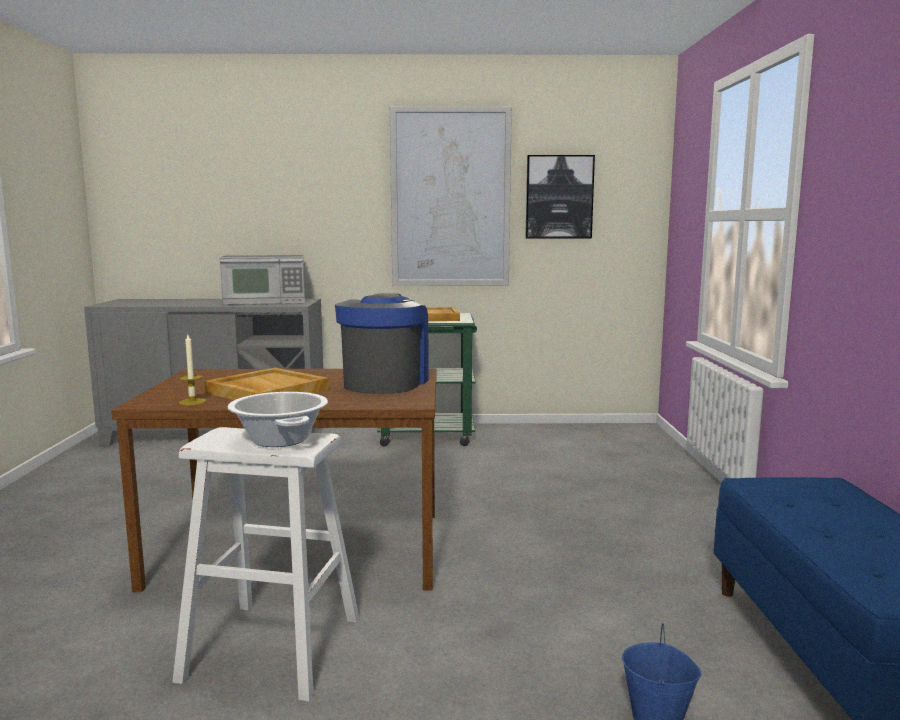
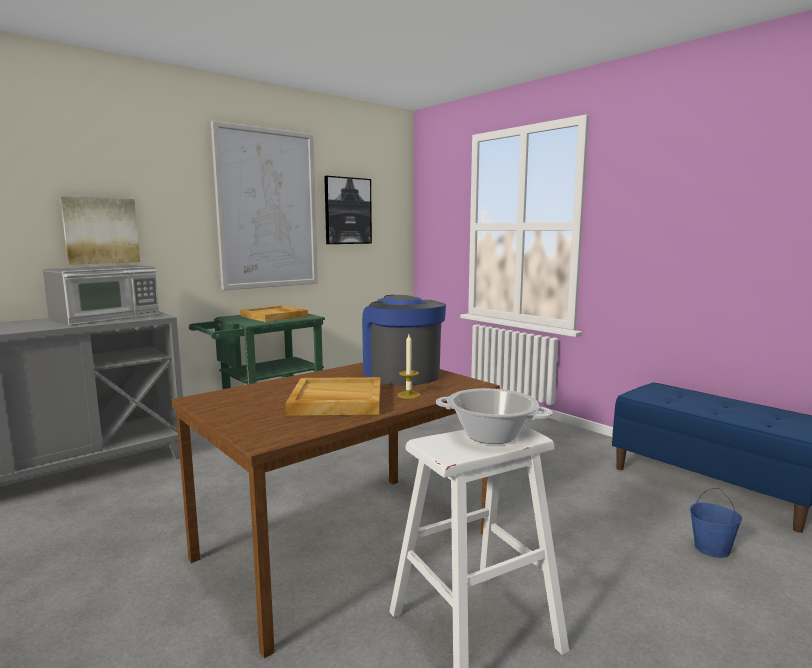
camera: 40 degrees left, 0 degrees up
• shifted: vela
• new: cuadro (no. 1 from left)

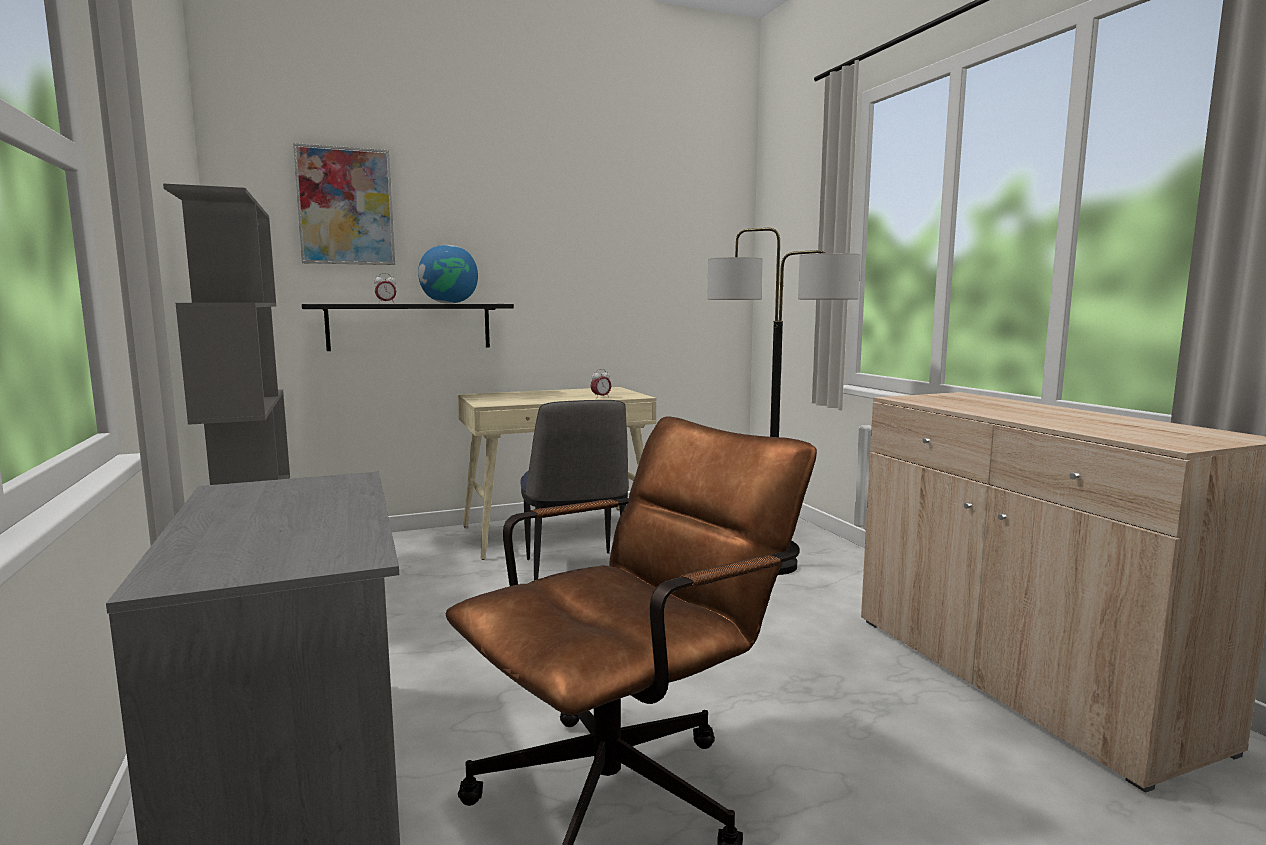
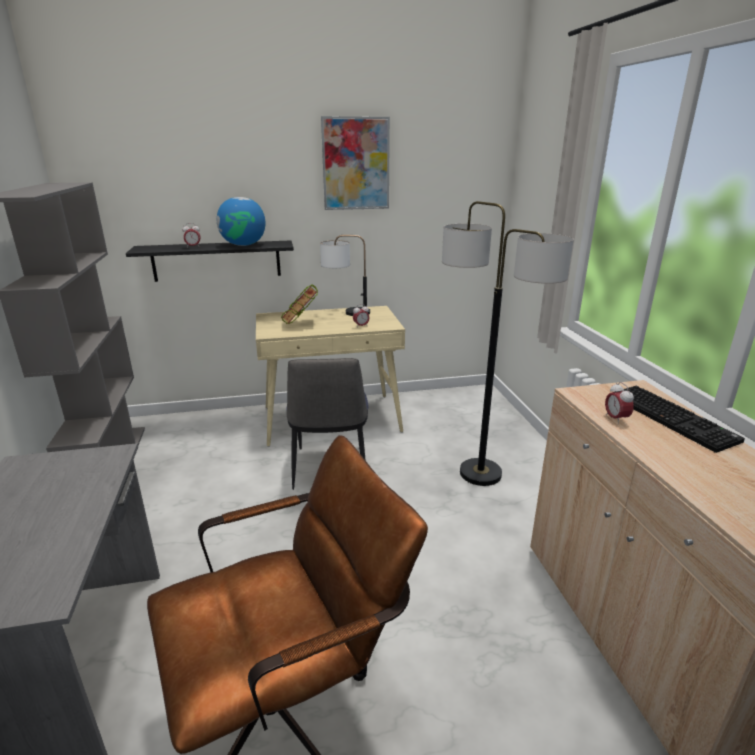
camera: 10 degrees right, 15 degrees up
• shifted: cuadro
• new: lámpara de mesa
• new: libro
• new: despertador (no. 3 from left)
• new: teclado

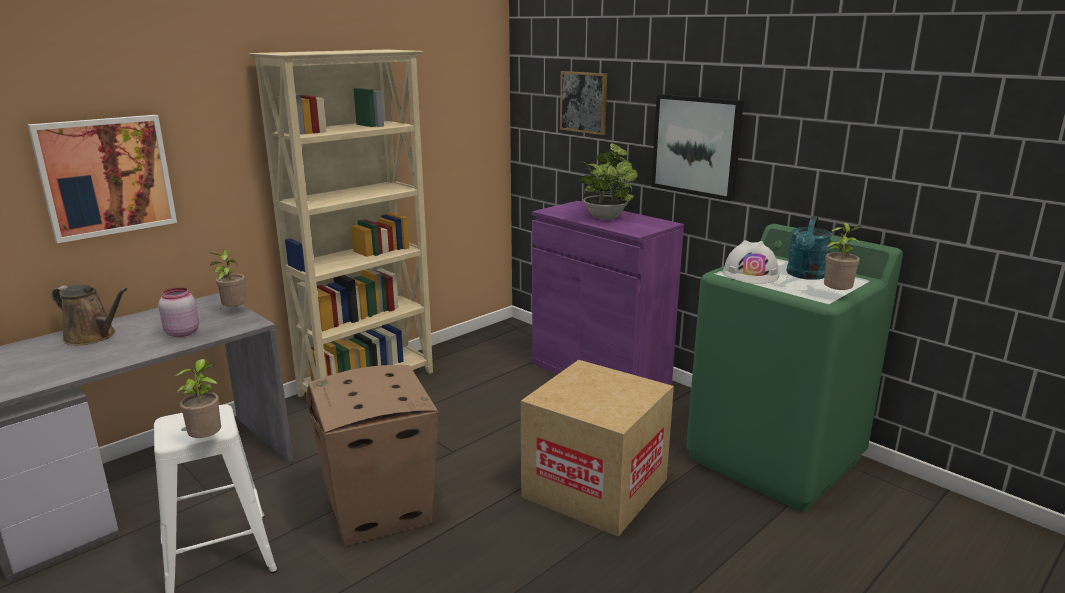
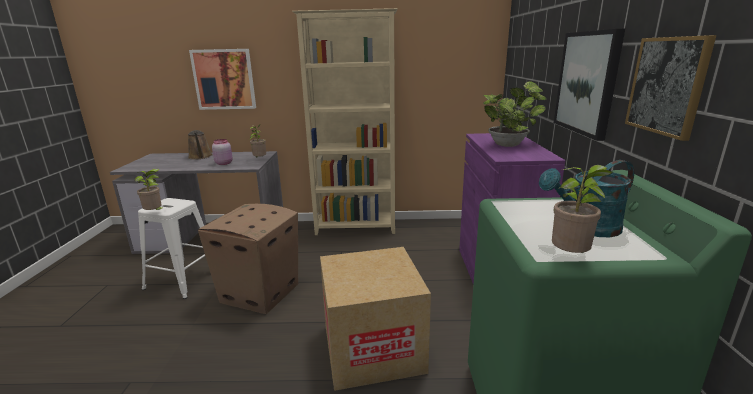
camera: 45 degrees right, 0 degrees up
• shifted: cuadro (no. 2 from left in the first image) to cuadro (no. 3 from left)
• gone: casco/blanco

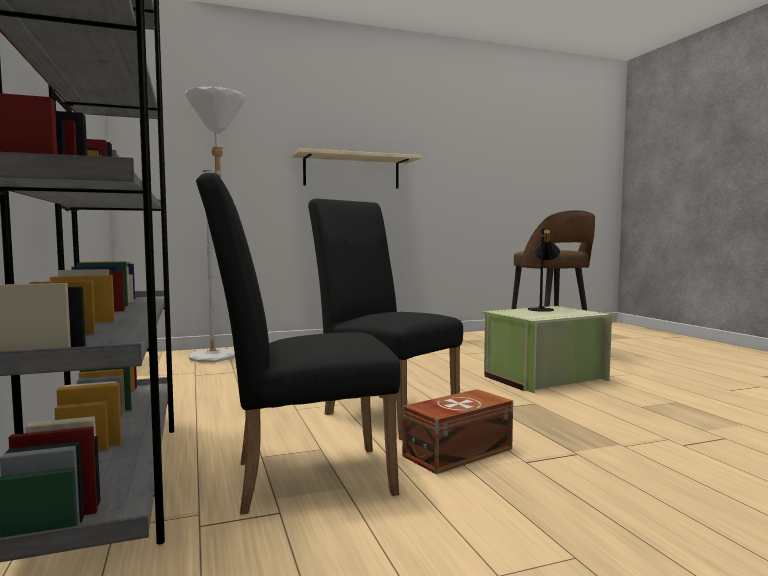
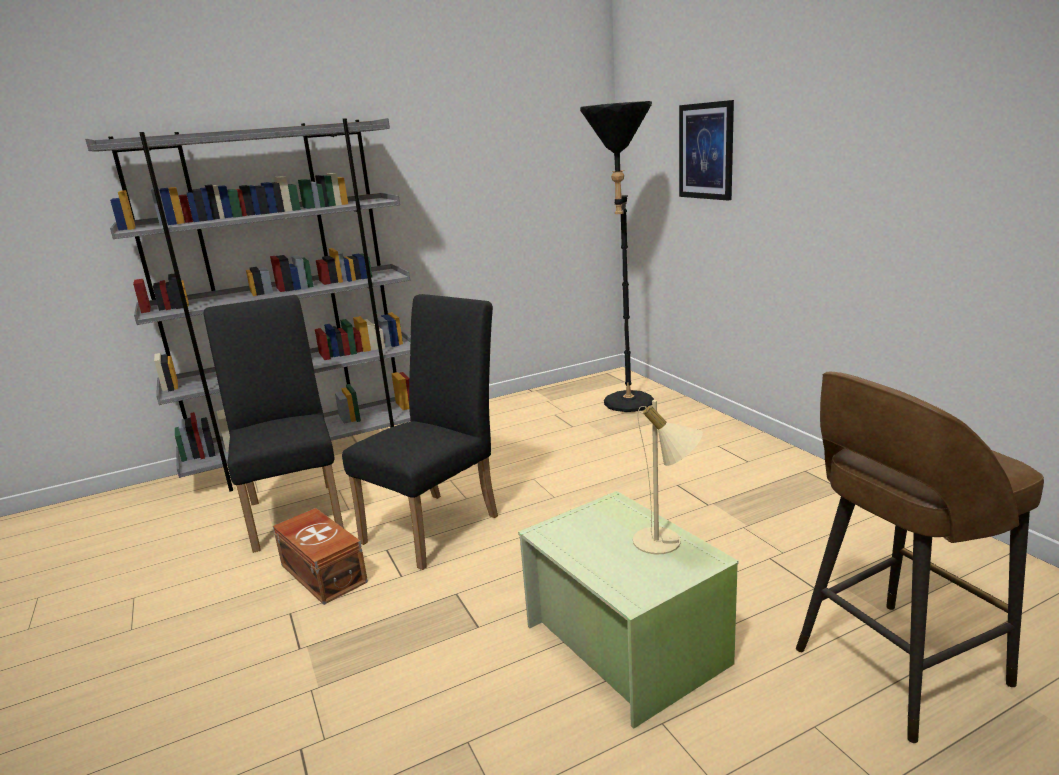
camera: 85 degrees right, 15 degrees up
• repainted: lámpara de pie/blanco to lámpara de pie/negro
• gone: estante/beis
• repainted: lámpara de mesa/negro to lámpara de mesa/beis
• new: cuadro

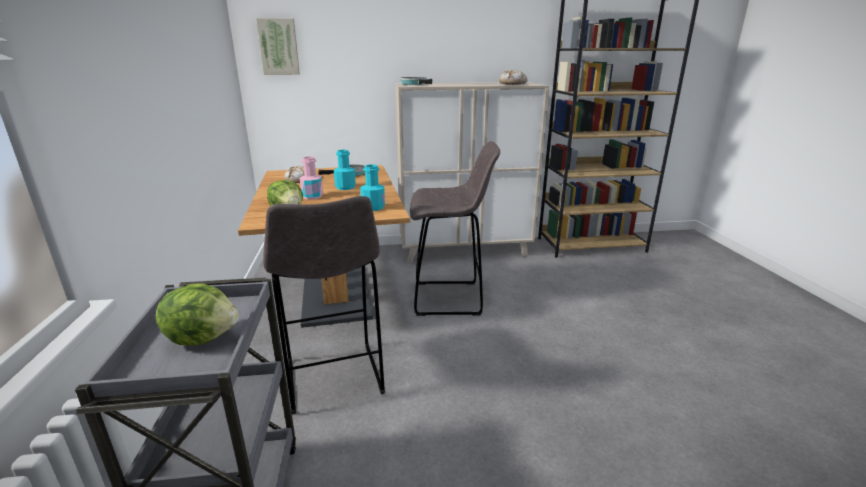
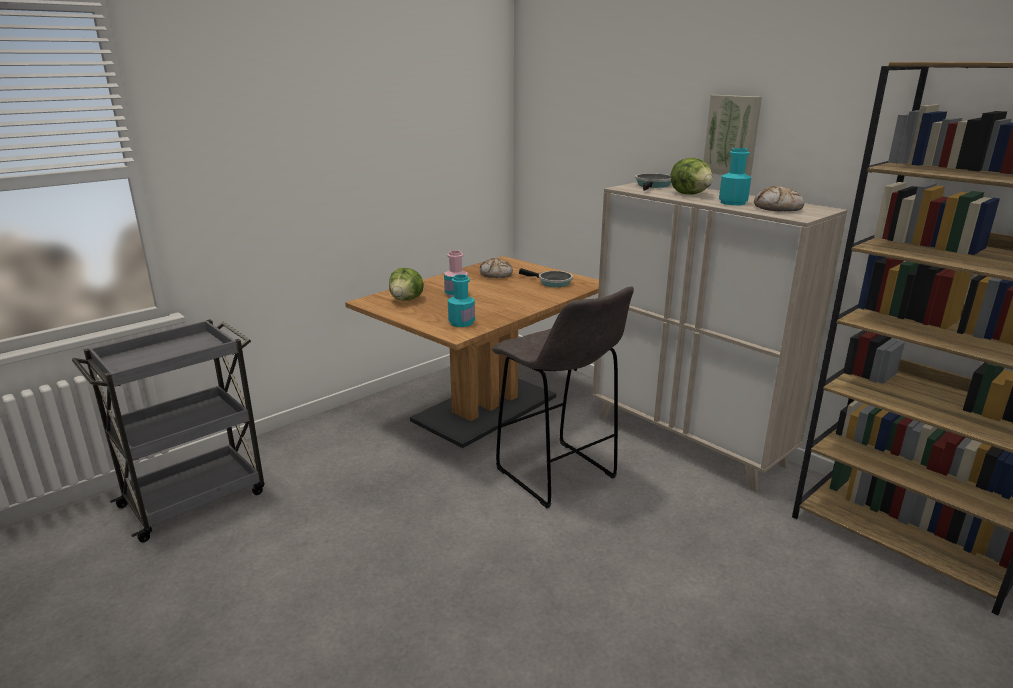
camera: 55 degrees right, 0 degrees up
• shifted: cuadro
• shifted: botella/turquesa (no. 1 from left in the first image) to botella/turquesa (no. 2 from left)
• gone: taburete/gris (no. 1 from left)
• shifted: lechuga (no. 1 from left in the first image) to lechuga (no. 2 from left)

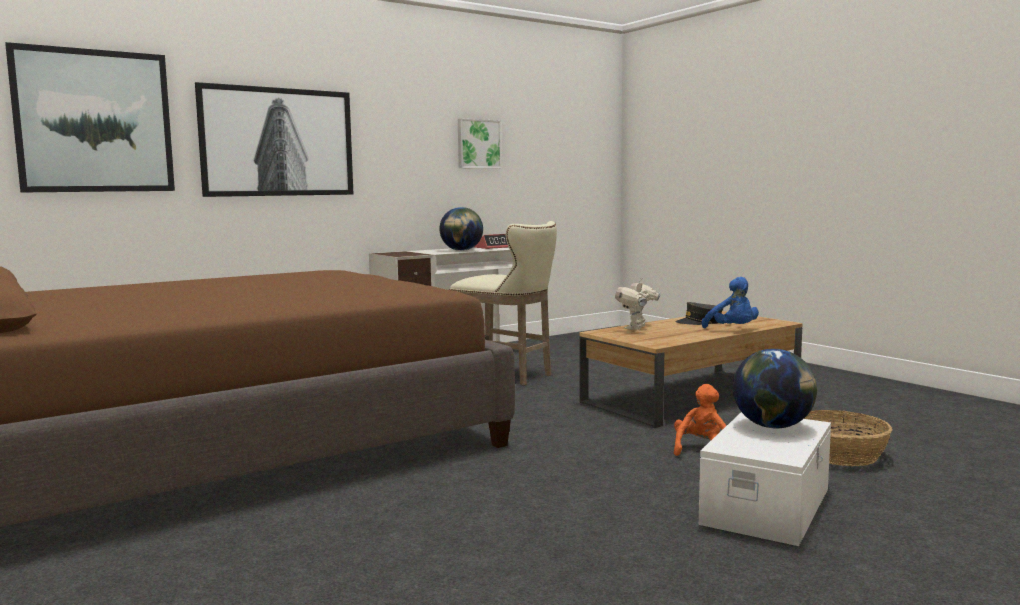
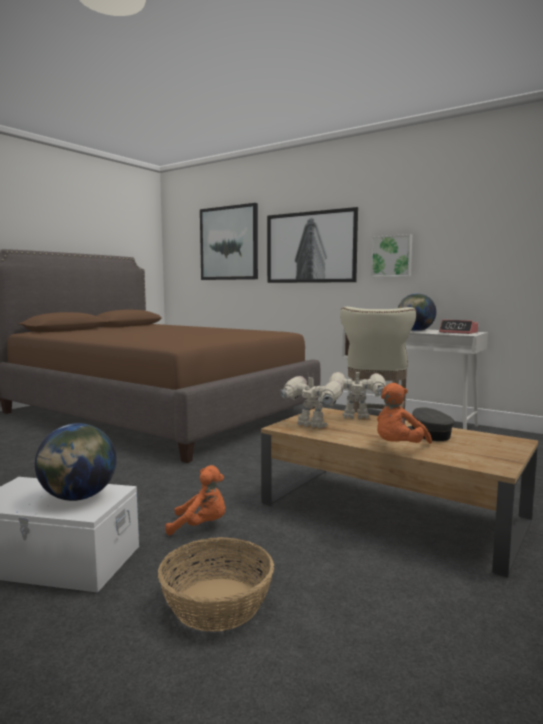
camera: 70 degrees right, 0 degrees up
• shifted: cuadro (no. 3 from left)
• repainted: peluche/azul to peluche/naranja (no. 2 from left)
• new: robot de juguete (no. 1 from left)

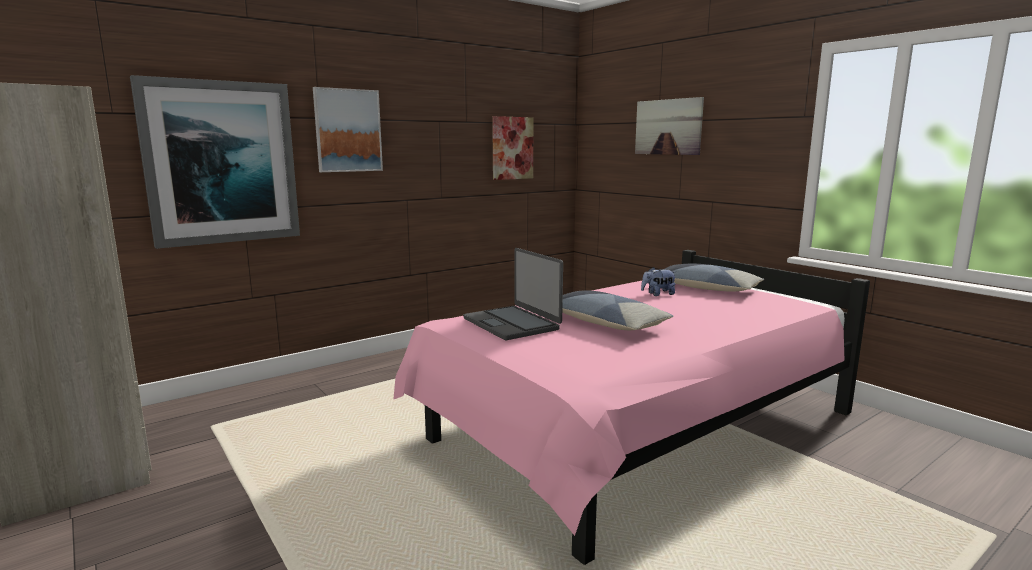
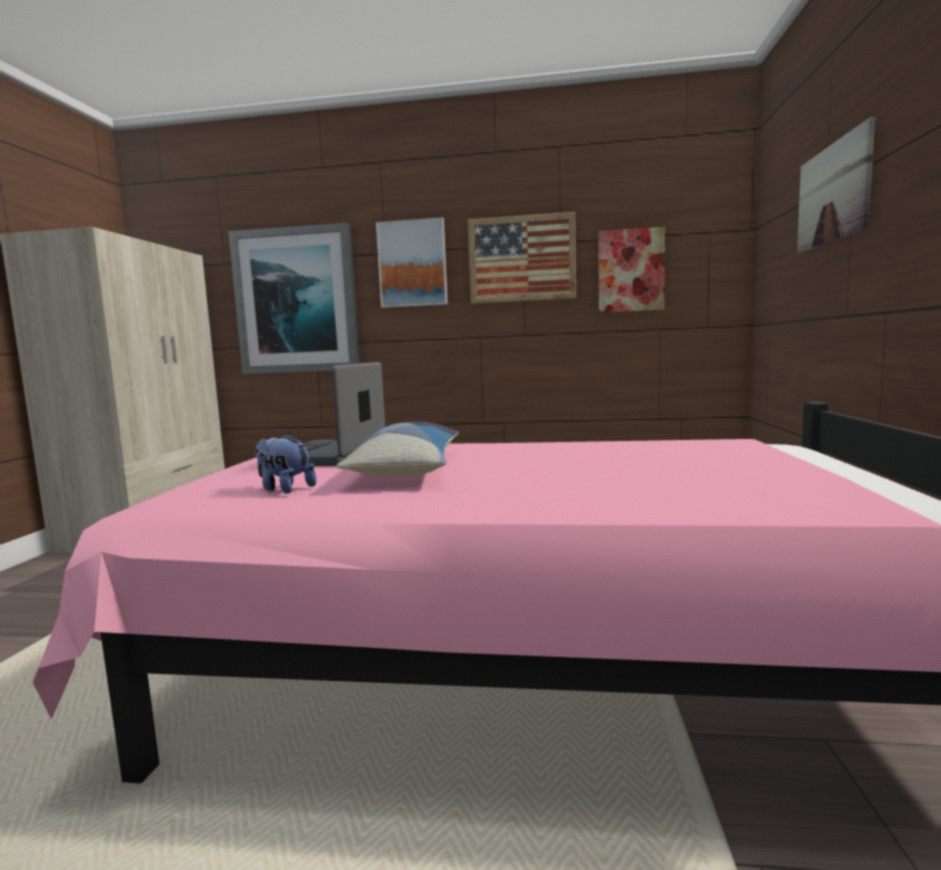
camera: 45 degrees right, 5 degrees down
• gone: cojín (no. 2 from left)
• shifted: peluche
• new: cuadro (no. 3 from left)

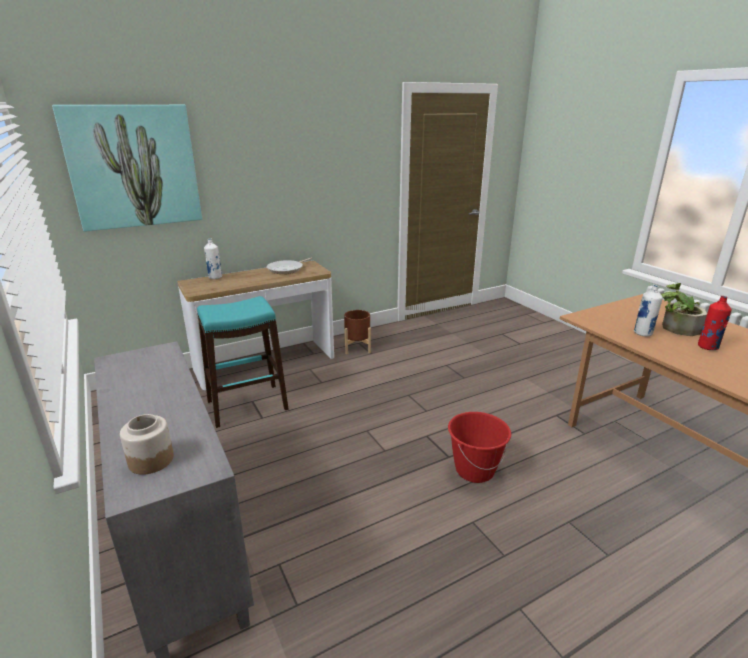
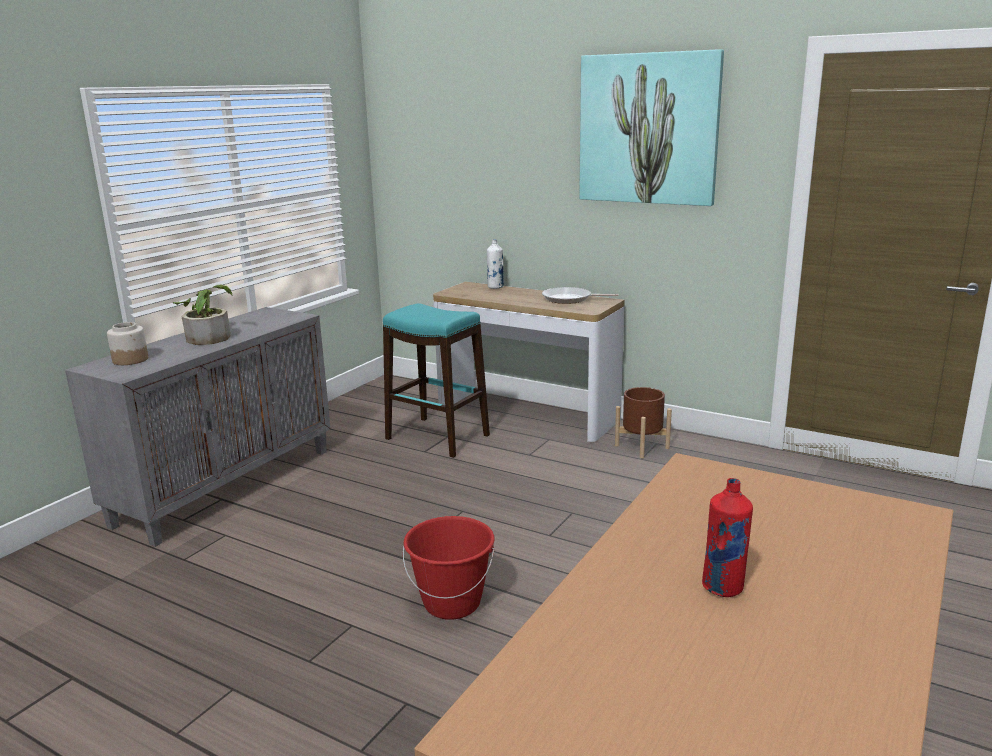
camera: 60 degrees right, 5 degrees down
• shifted: cuadro
• shifted: planta en maceta
• gone: botella/blanco (no. 2 from left)

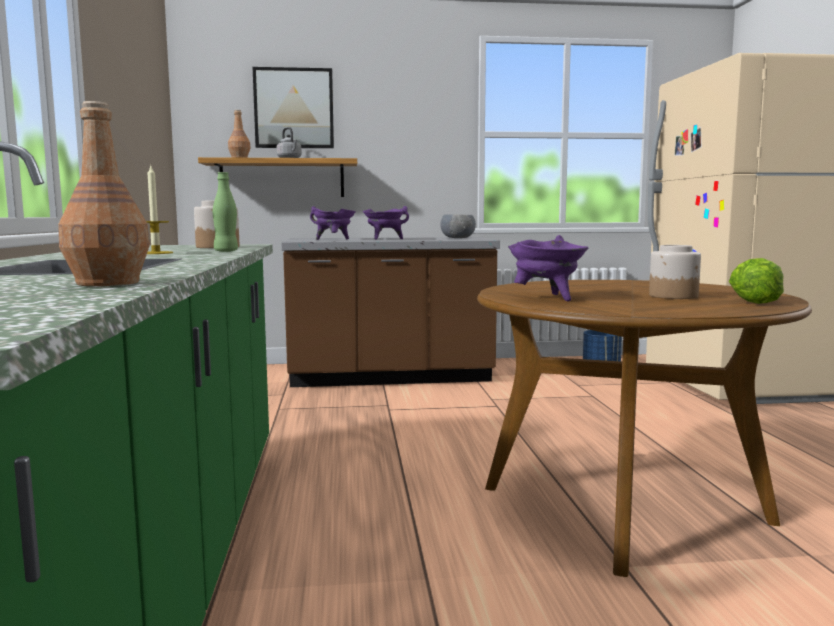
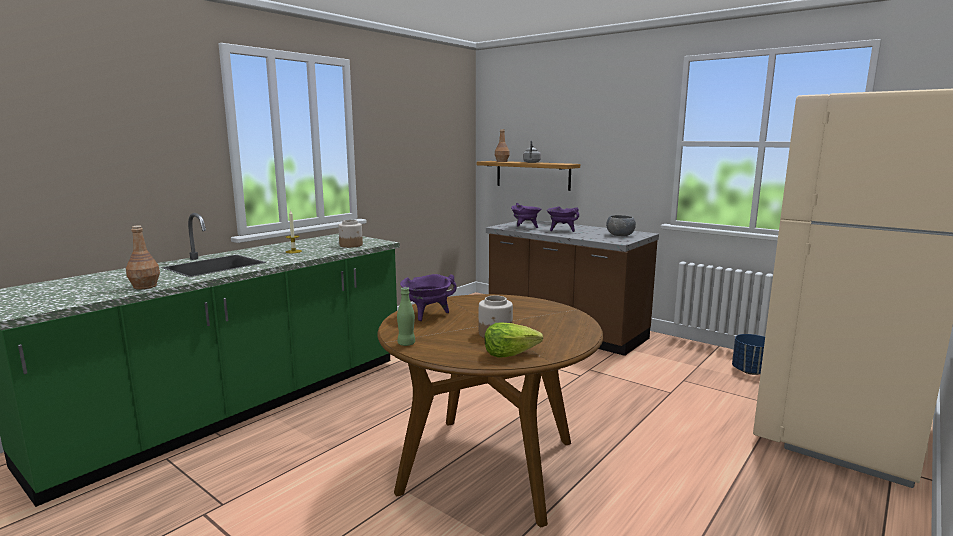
camera: 45 degrees right, 5 degrees up
• gone: cuadro
• shifted: botella/verde

